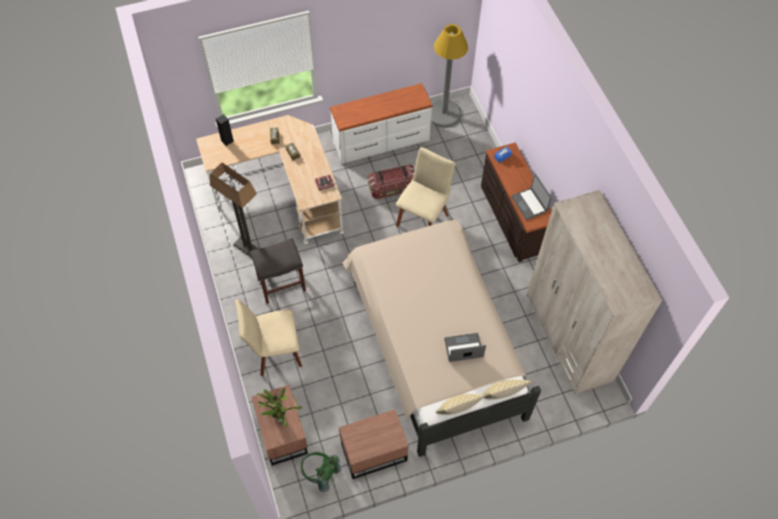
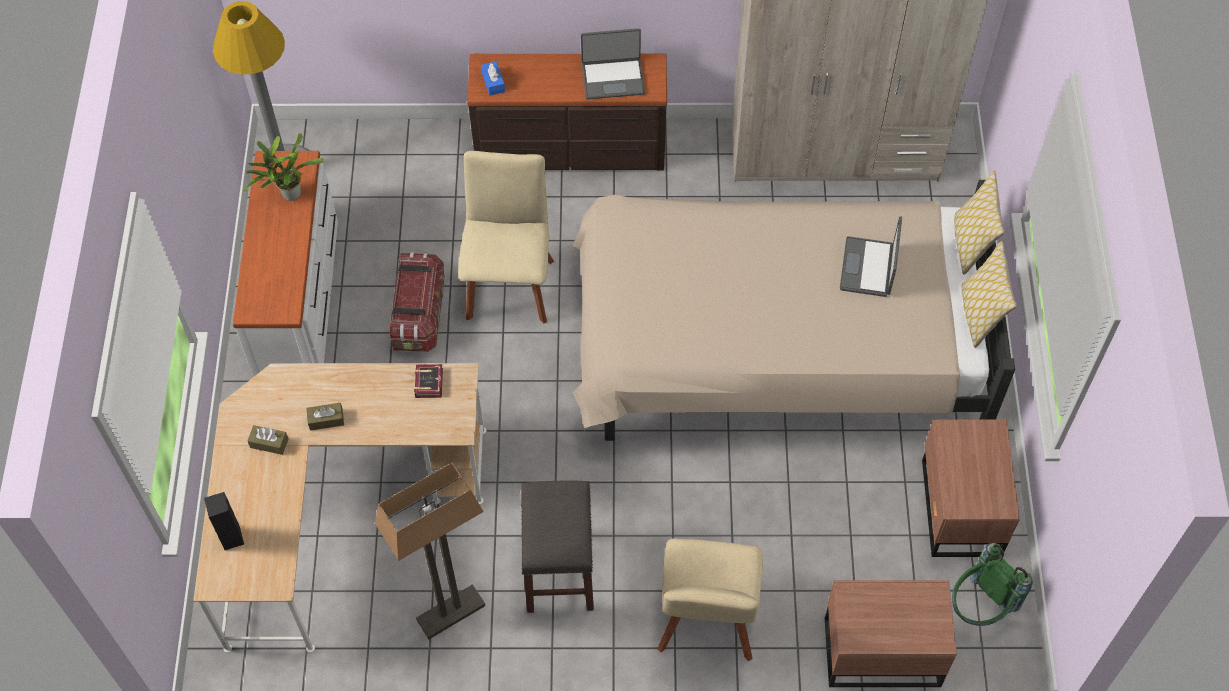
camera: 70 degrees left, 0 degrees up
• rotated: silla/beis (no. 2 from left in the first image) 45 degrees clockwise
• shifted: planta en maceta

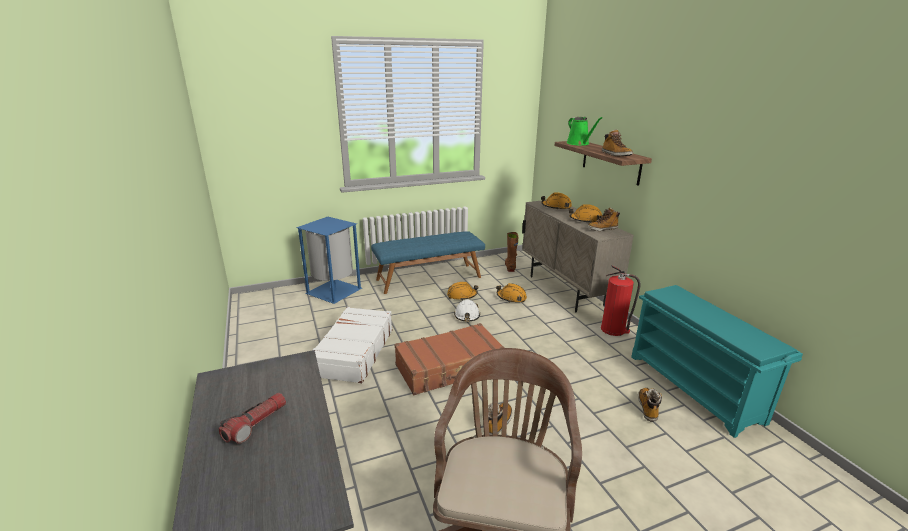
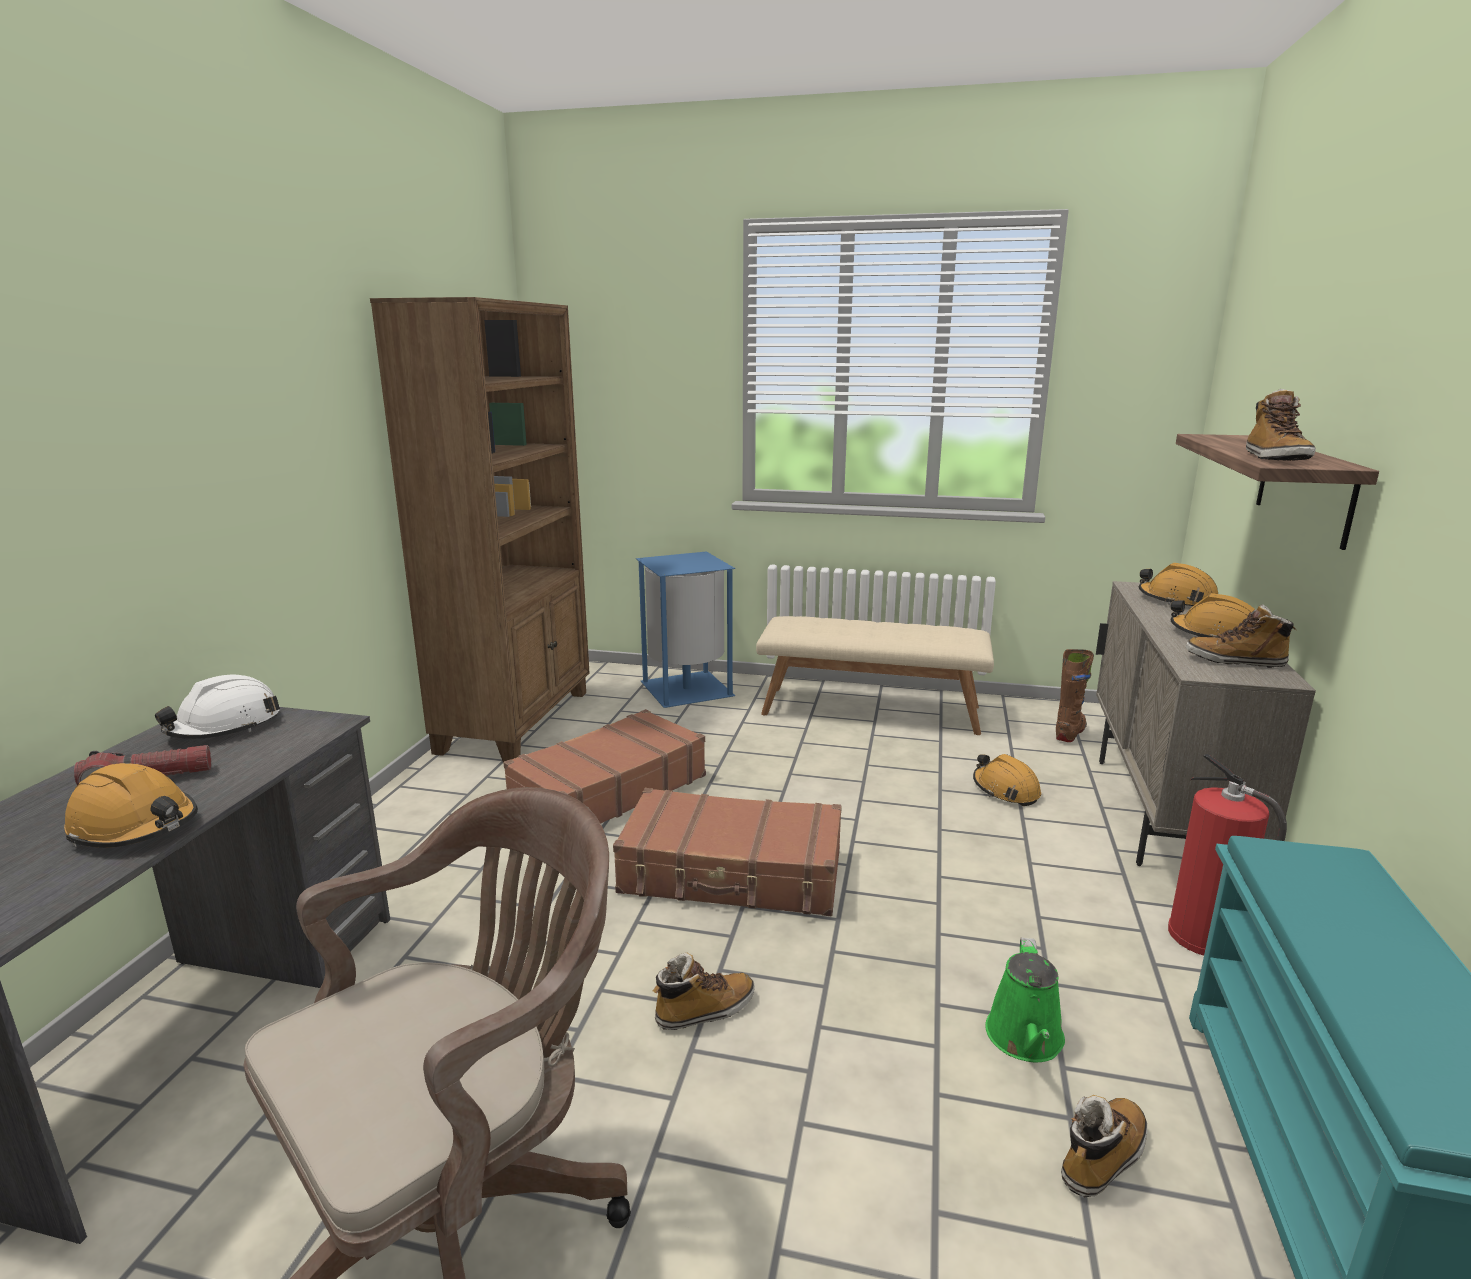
camera: 35 degrees right, 5 degrees down
• shifted: regadera/verde
• repainted: banco/azul to banco/beis
• shifted: casco/naranja (no. 1 from left)
• shifted: casco/blanco
• repainted: maleta/blanco to maleta/marrón (no. 1 from left)
• new: estantería/marrón

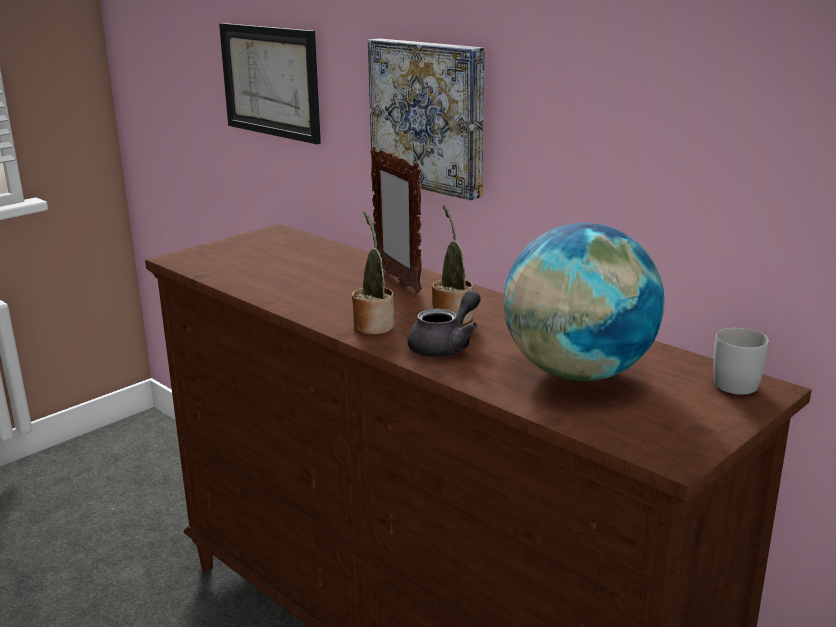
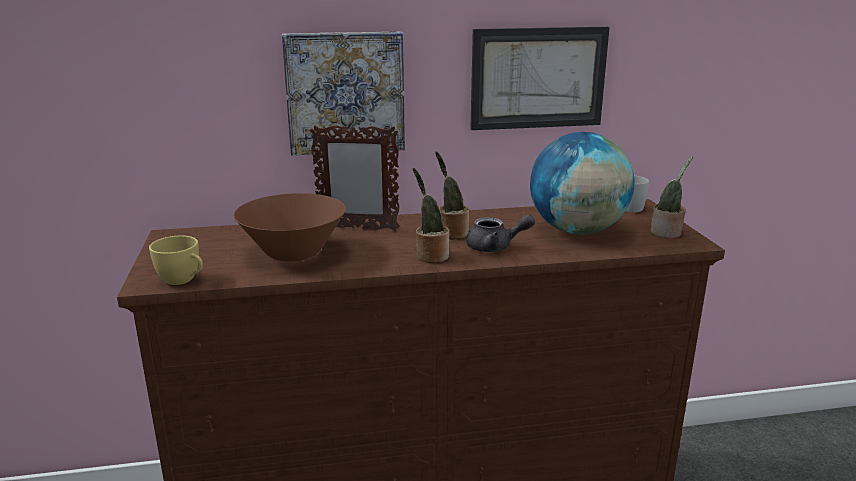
camera: 55 degrees left, 0 degrees up
• shifted: cuadro (no. 1 from left in the first image) to cuadro (no. 2 from left)
• rotated: tetera/gris 105 degrees clockwise
• new: planta en maceta (no. 3 from left)
• new: cuenco/marrón
• new: taza/amarillo

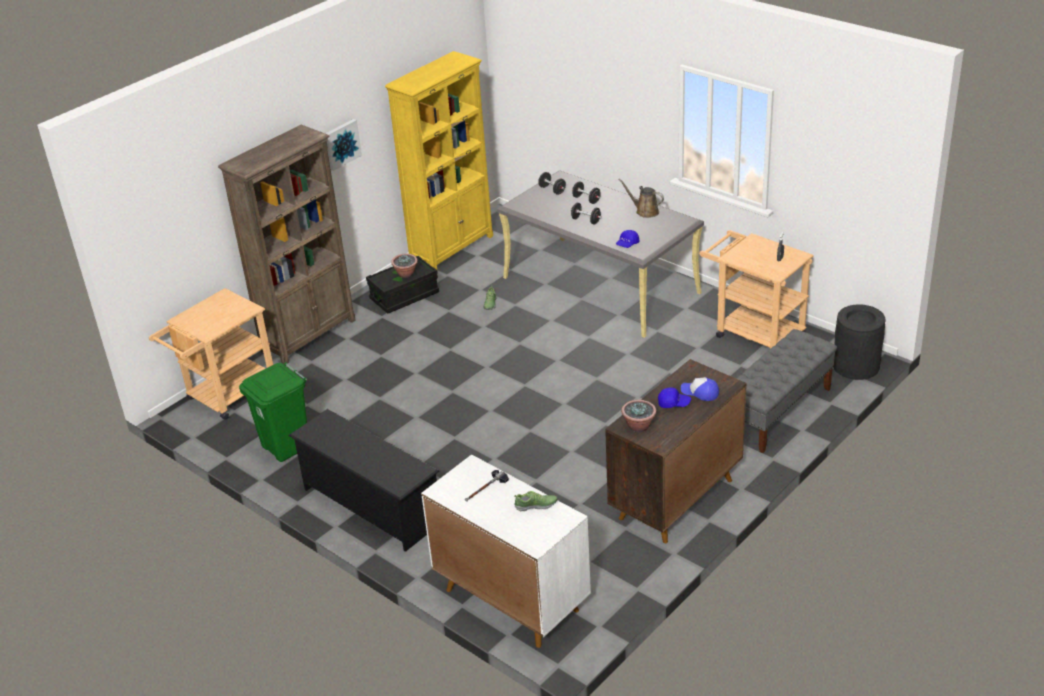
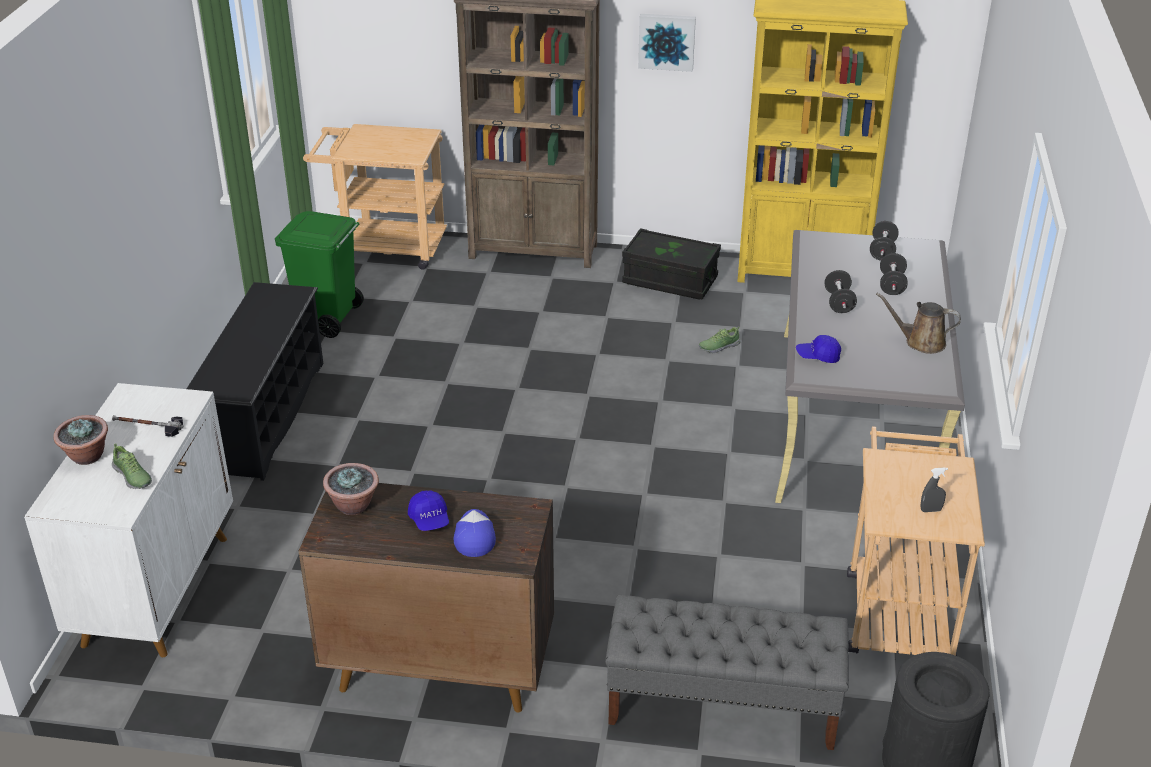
camera: 55 degrees right, 0 degrees up
• rotated: regadera/marrón 75 degrees counterclockwise
• shifted: planta en maceta (no. 1 from left)

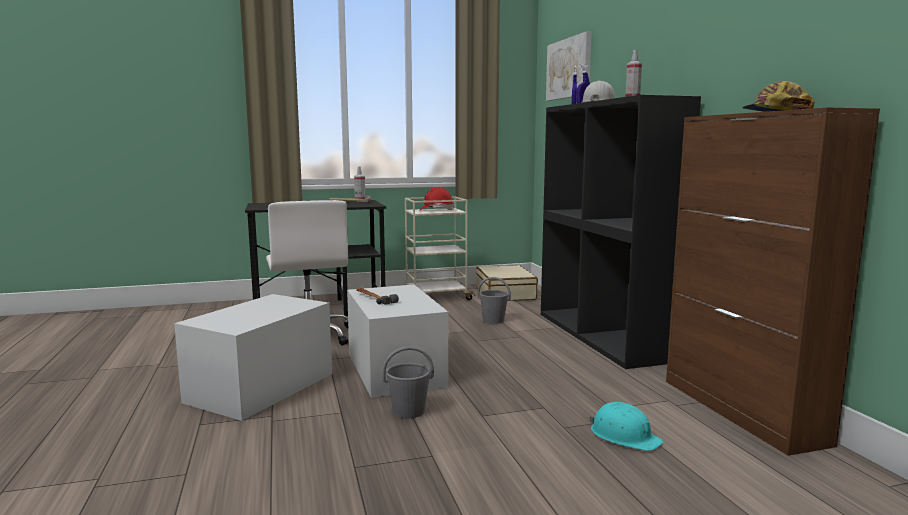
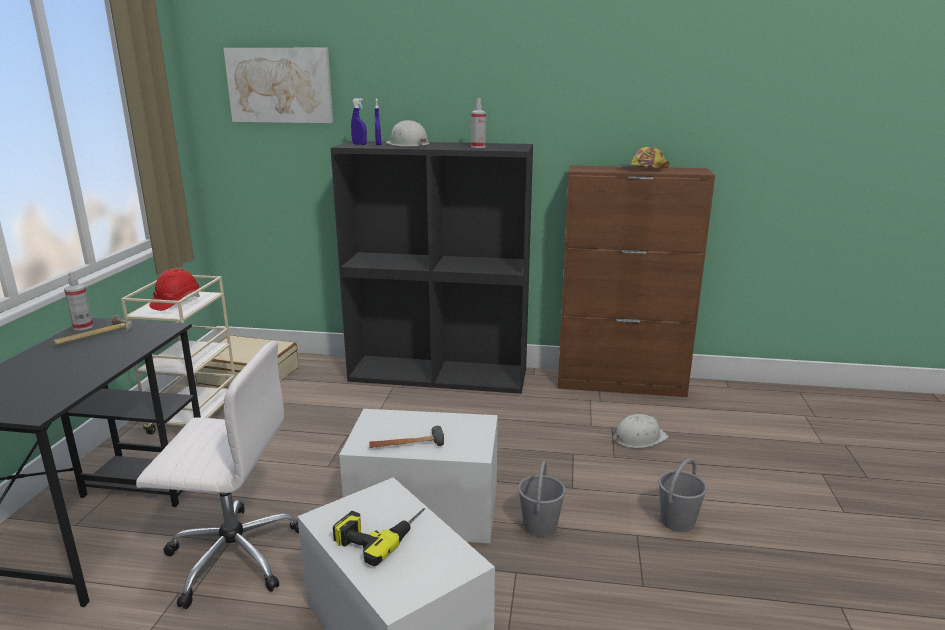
camera: 65 degrees left, 10 degrees up
• shifted: cubo/gris (no. 2 from left)
• repainted: casco/turquesa to casco/blanco (no. 2 from left)
• new: taladro

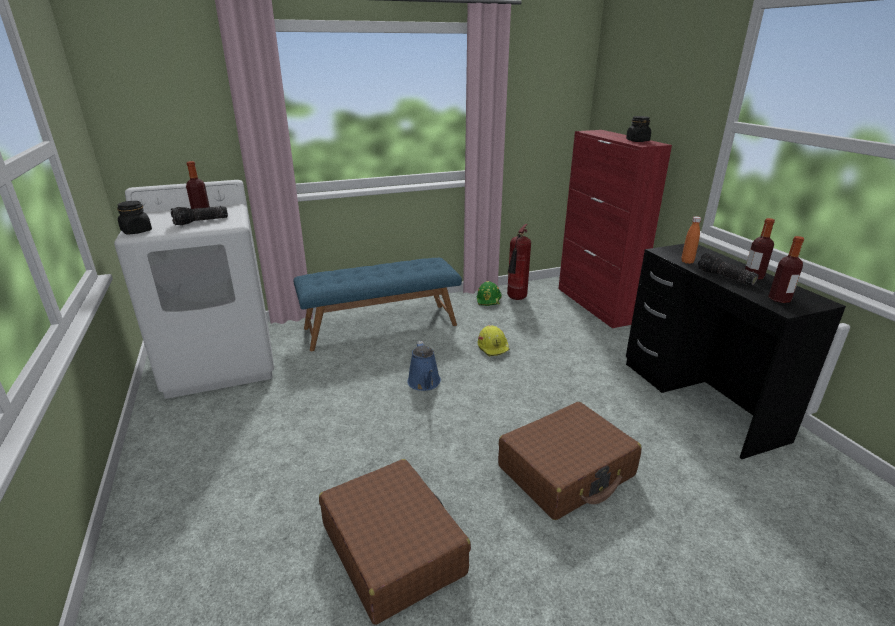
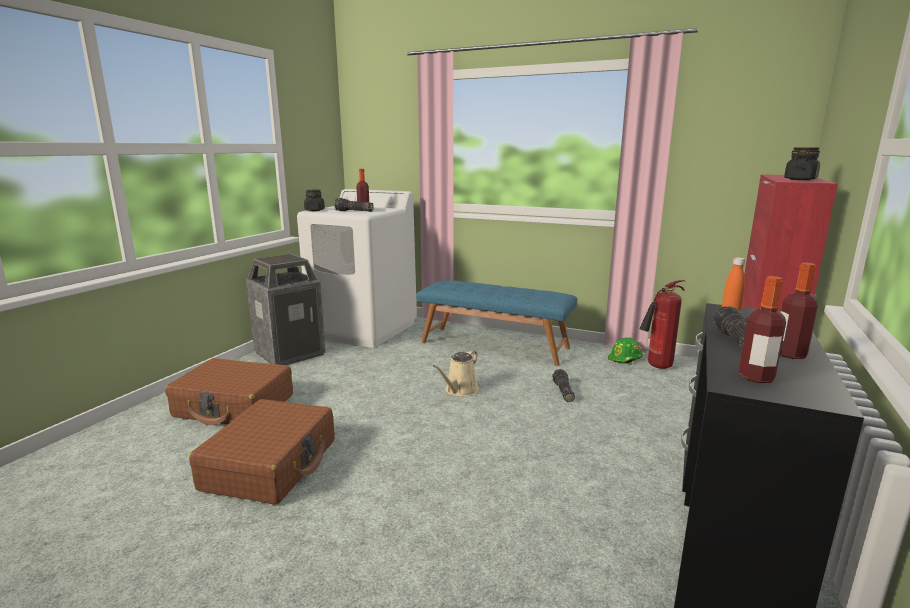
camera: 45 degrees right, 10 degrees down
• swapped: casco/amarillo to linterna (no. 2 from left)
• repainted: regadera/azul to regadera/beis
• shifted: maleta/marrón (no. 2 from left in the first image) to maleta/marrón (no. 1 from left)
• new: papelera

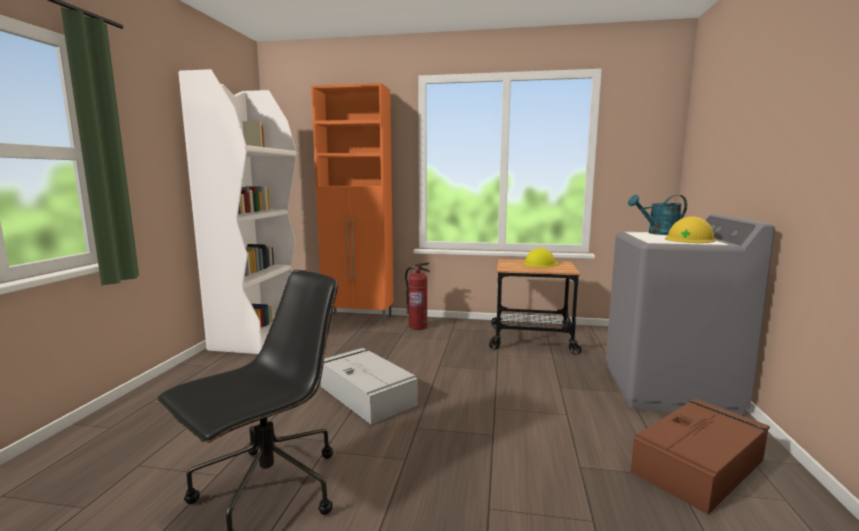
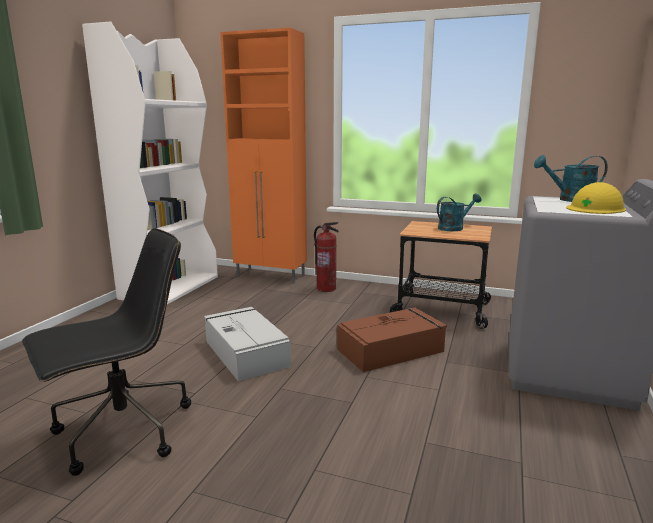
camera: 10 degrees right, 5 degrees up
• swapped: casco/amarillo (no. 1 from left) to regadera/turquesa (no. 1 from left)
• shifted: caja de almacenaje/marrón

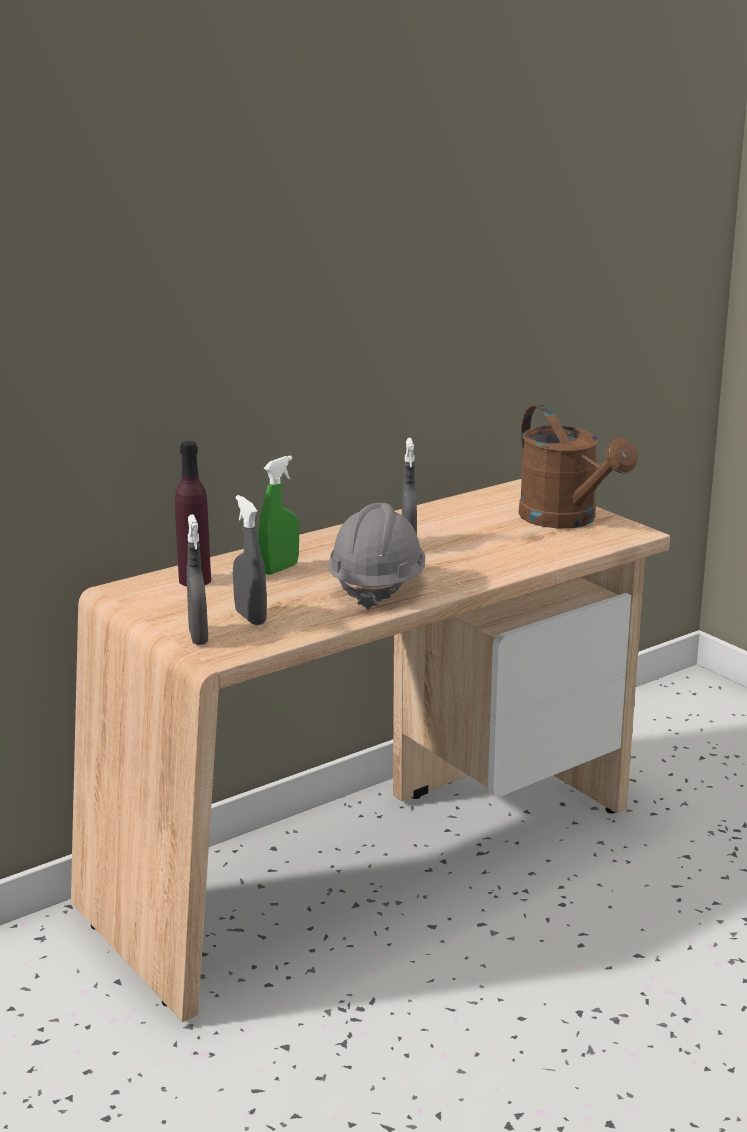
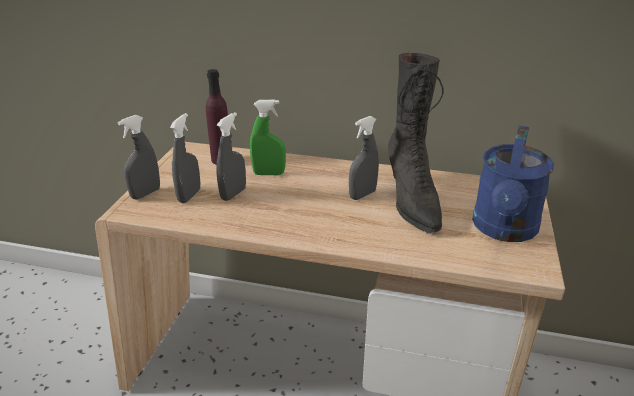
camera: 50 degrees right, 10 degrees up
• repainted: regadera/marrón to regadera/azul
• gone: casco/gris
• new: bota/negro
• new: pulverizador/gris (no. 3 from left)

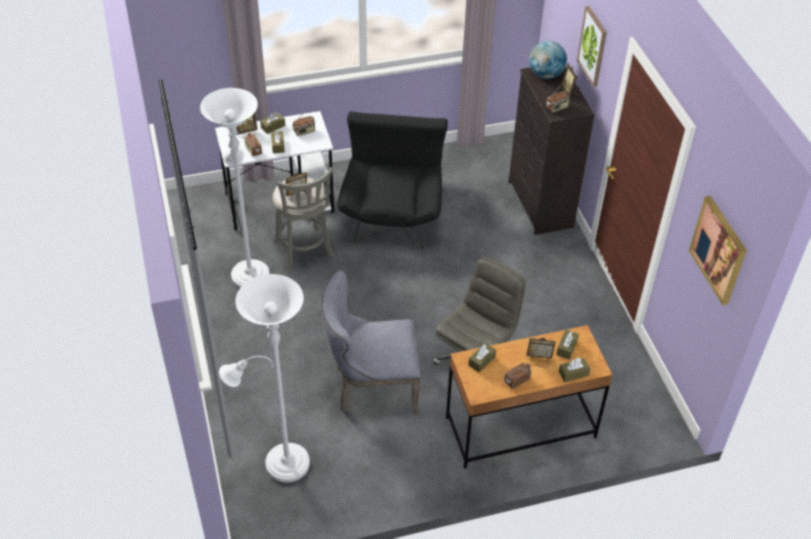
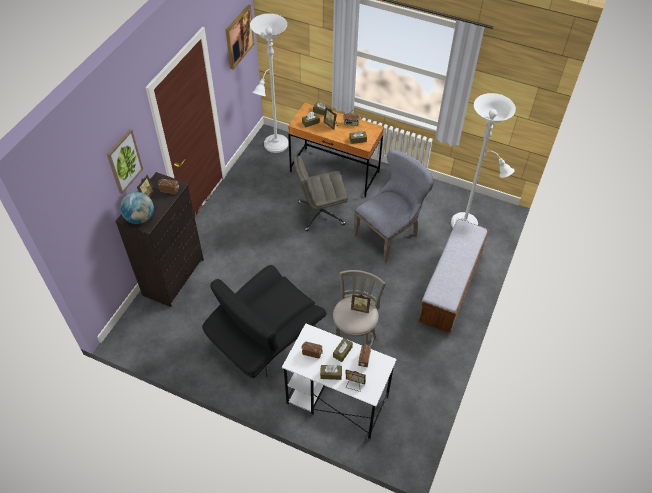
camera: 140 degrees left, 5 degrees up
• shifted: lámpara de pie/blanco (no. 1 from left)
• rotated: silla/gris 75 degrees counterclockwise
• new: banco

